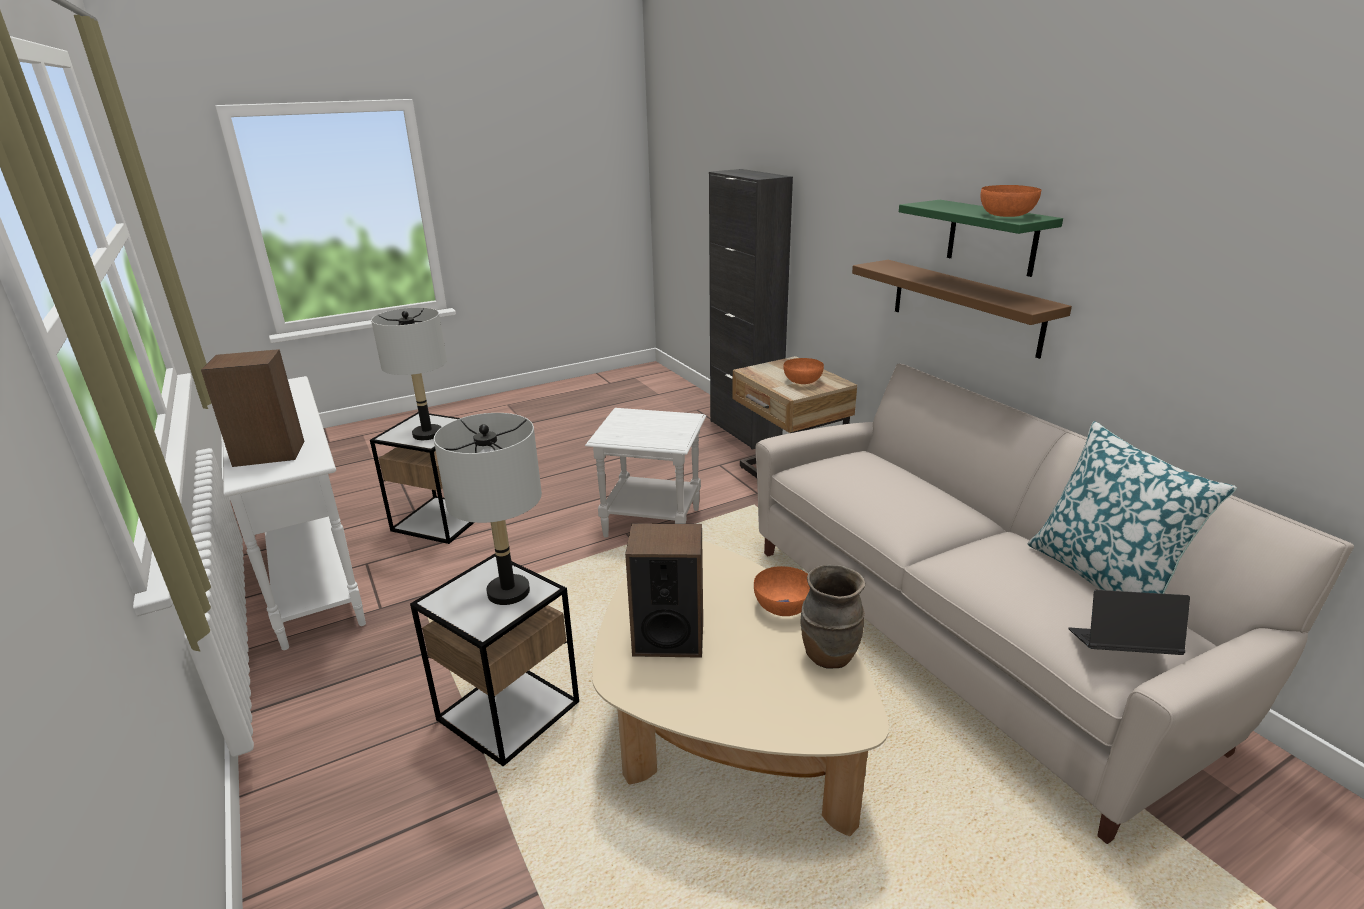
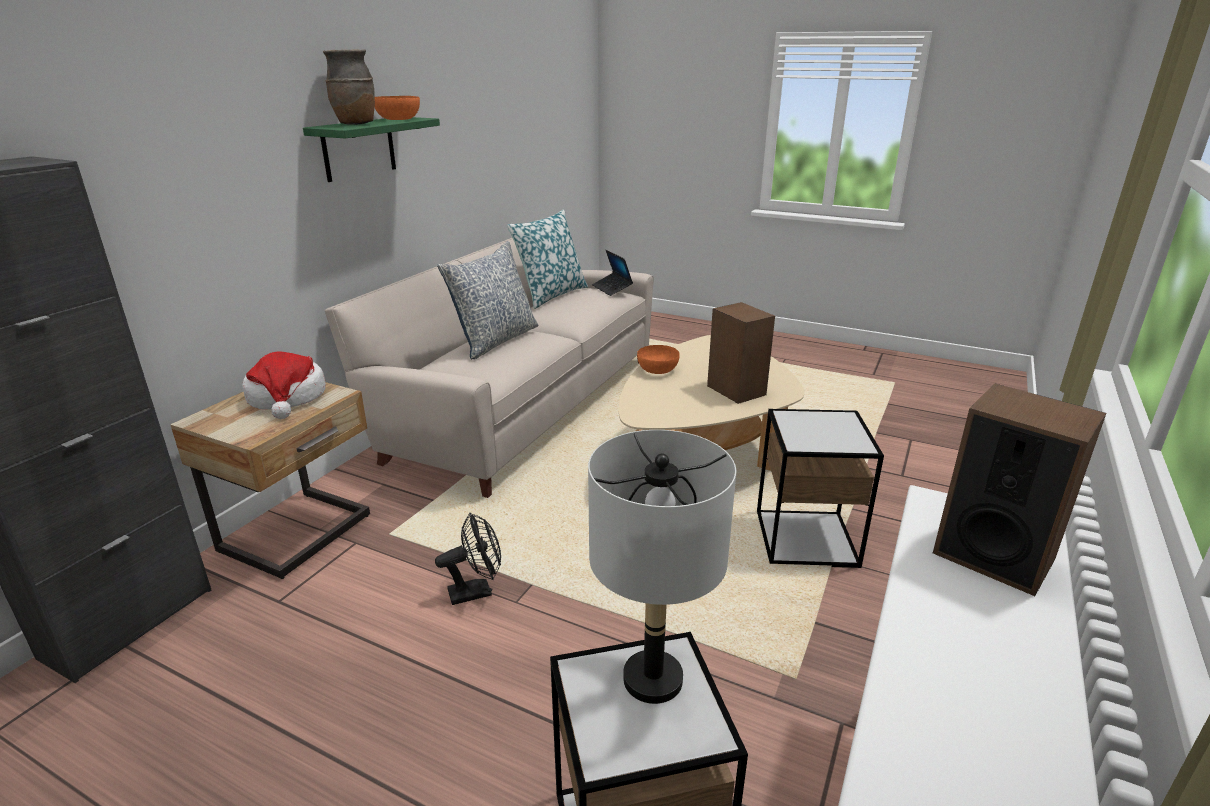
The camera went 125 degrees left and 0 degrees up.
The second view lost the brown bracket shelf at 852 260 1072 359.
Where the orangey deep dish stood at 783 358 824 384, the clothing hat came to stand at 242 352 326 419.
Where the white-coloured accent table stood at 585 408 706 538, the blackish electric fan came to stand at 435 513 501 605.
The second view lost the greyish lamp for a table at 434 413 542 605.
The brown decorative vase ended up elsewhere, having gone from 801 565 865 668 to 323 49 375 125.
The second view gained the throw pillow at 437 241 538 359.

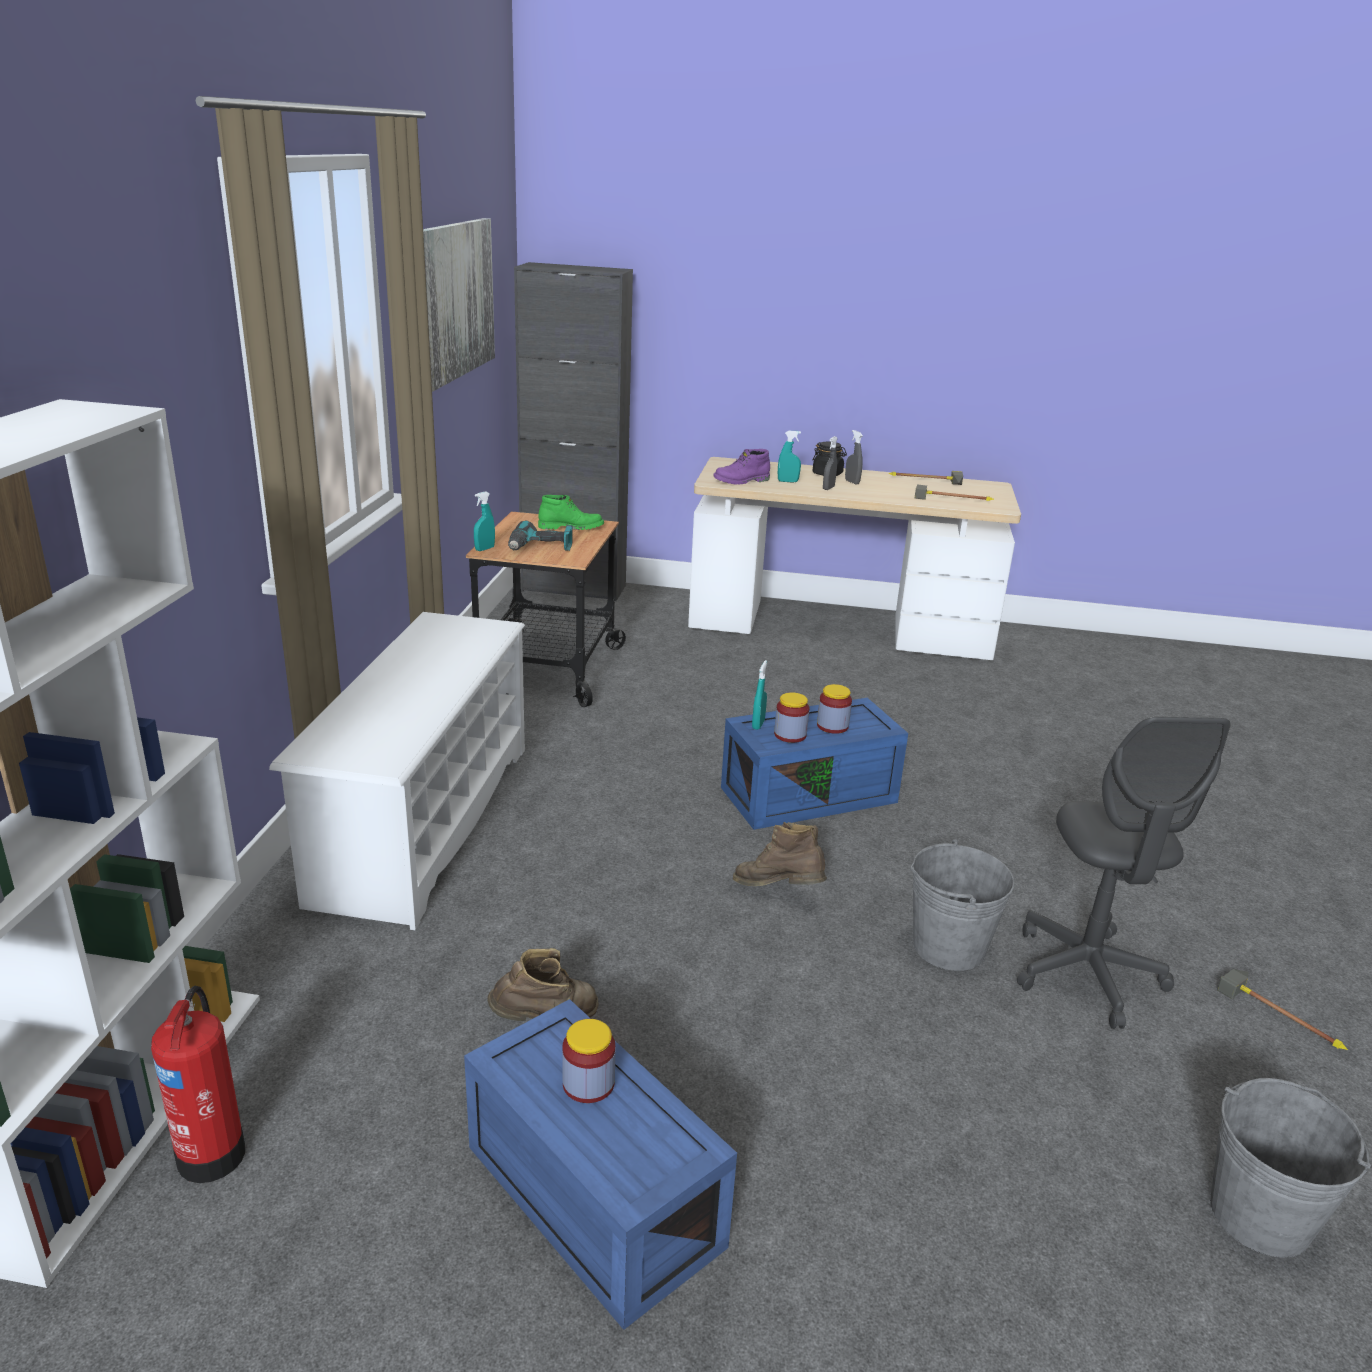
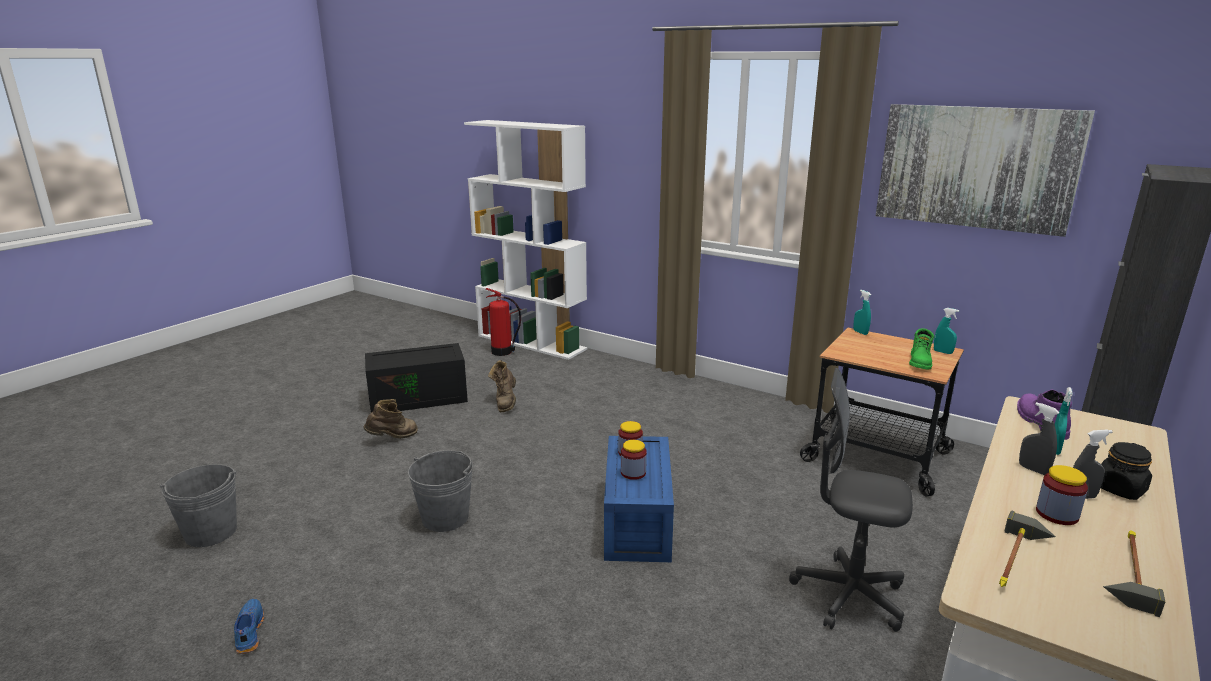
The camera went 115 degrees right and 5 degrees down.
The second view lost the drill at 508 520 573 551.
The second view lost the white-coloured shoe shelf at 269 612 525 931.
The turquoise-coloured sprayer ended up elsewhere, having gone from 752 660 767 730 to 934 308 959 354.
The greyish computer chair ended up elsewhere, having gone from 1017 717 1231 1029 to 789 368 913 632.
The brown tall boot ended up elsewhere, having gone from 733 822 827 886 to 363 399 418 439.
Where the hammer stood at 1217 969 1348 1050, the blue-coloured item of footwear came to stand at 234 599 264 654.
What was the blue-coloured storage container at 464 999 737 1330 turned into the blackish storage container at 365 343 468 413.
The storage jar ended up elsewhere, having gone from 562 1019 616 1103 to 1036 465 1088 525.

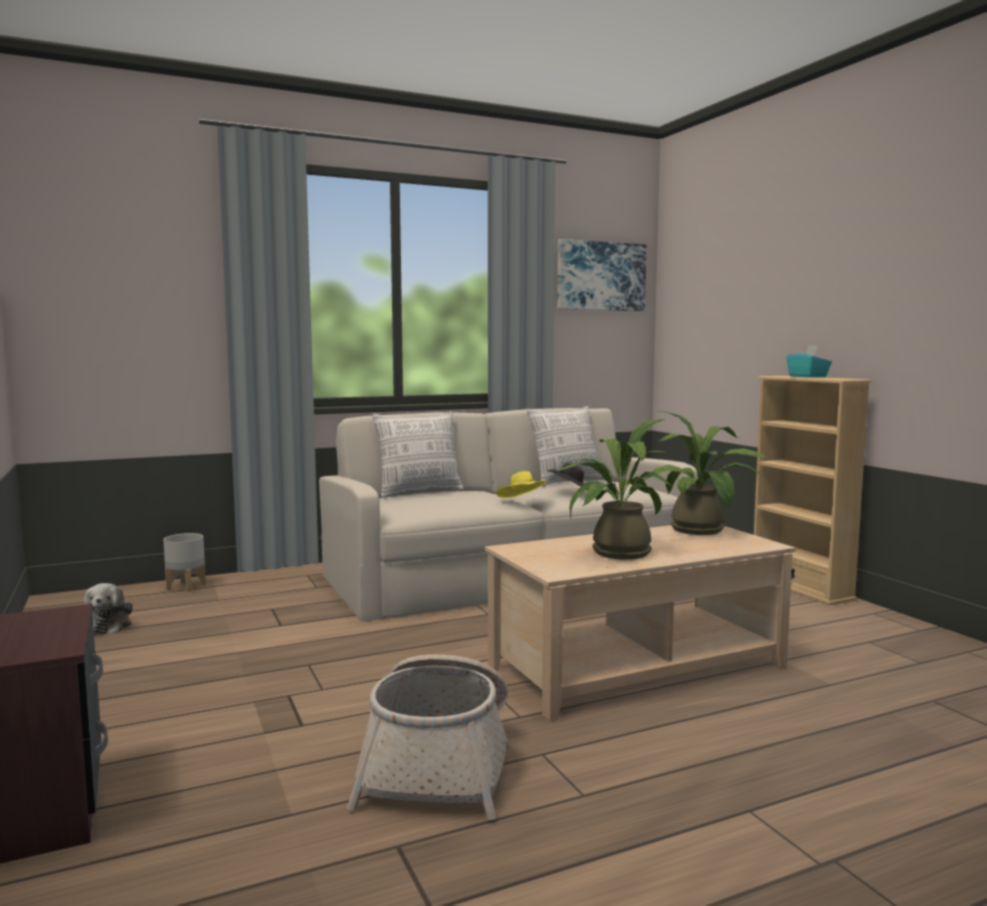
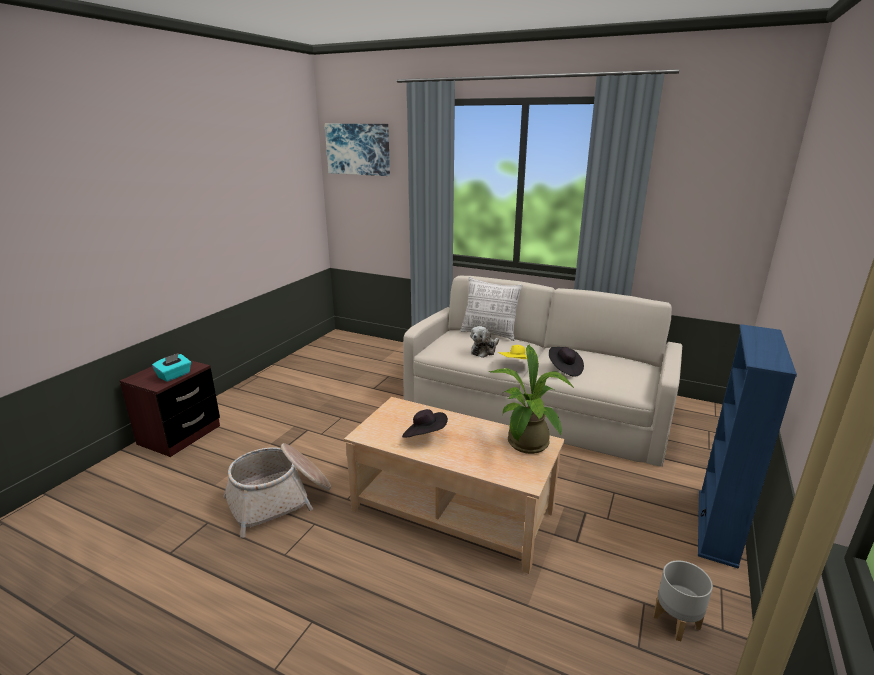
The camera went 50 degrees right and 15 degrees up.
The wall picture ended up elsewhere, having gone from 557 239 647 311 to 325 124 390 176.
The turquoise-coloured tissue holder ended up elsewhere, having gone from 786 345 832 378 to 152 353 191 382.
What was the beige-coloured shelving unit at 754 376 871 606 turned into the blue-coloured shelving unit at 698 324 797 569.
The second view lost the throw pillow at 527 406 603 487.
Where the houseplant stood at 555 419 672 560, the blackish clothing hat came to stand at 402 409 448 438.
The greyish planter ended up elsewhere, having gone from 163 533 206 592 to 653 560 713 641.
The plush toy ended up elsewhere, having gone from 84 583 133 635 to 470 326 499 358.

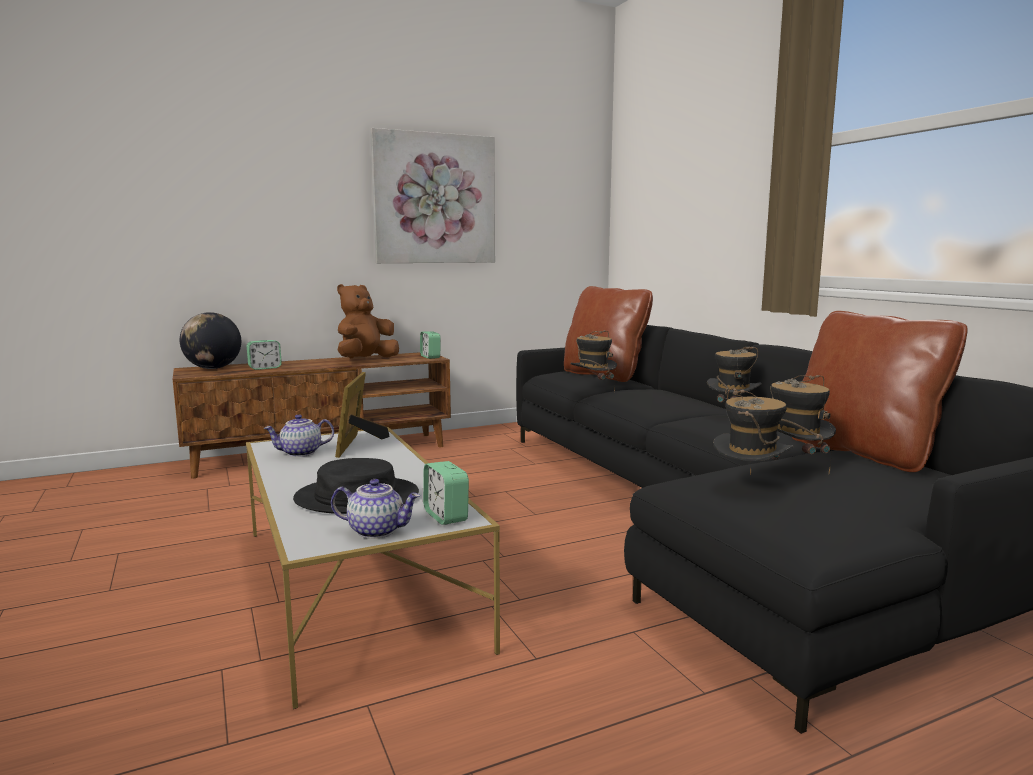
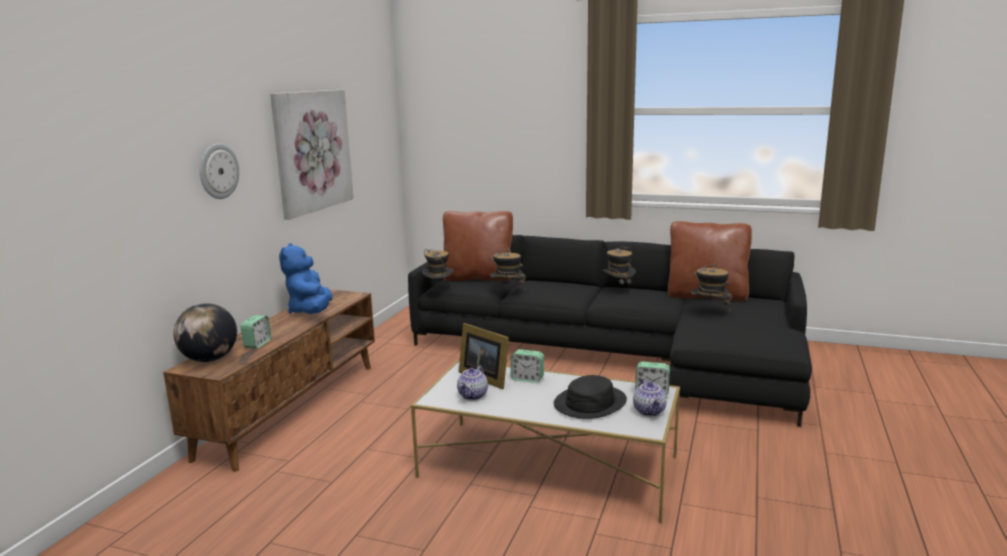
The camera went 45 degrees left and 5 degrees up.
What was the brown plush toy at 337 284 399 358 turned into the blue-coloured plush toy at 279 243 333 314.
The table clock ended up elsewhere, having gone from 420 331 441 359 to 511 349 544 383.
The clothing hat ended up elsewhere, having gone from 713 388 794 476 to 422 249 453 284.
The teapot at 331 479 420 539 ended up facing another way, 120 degrees clockwise from before.
The second view gained the hanging clock at 200 143 239 199.

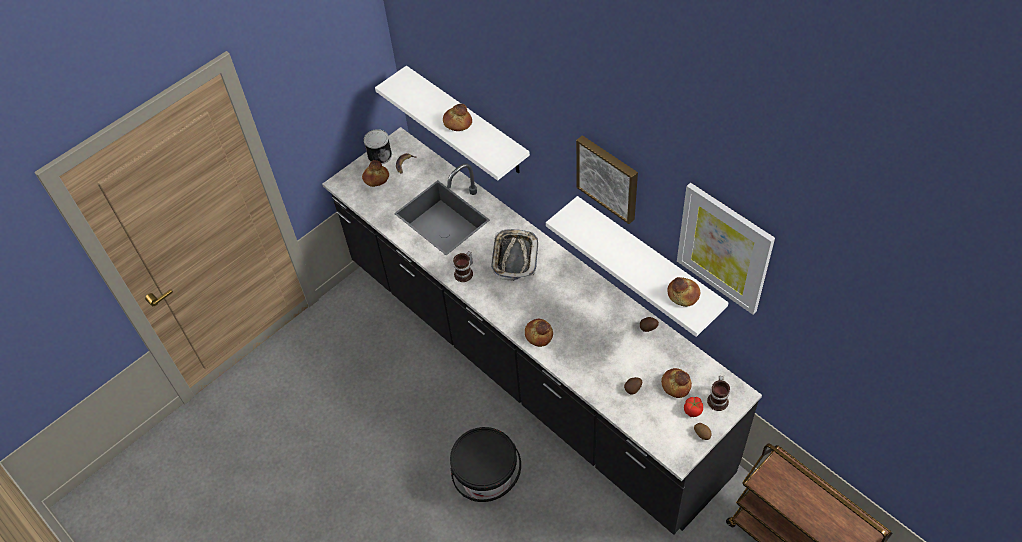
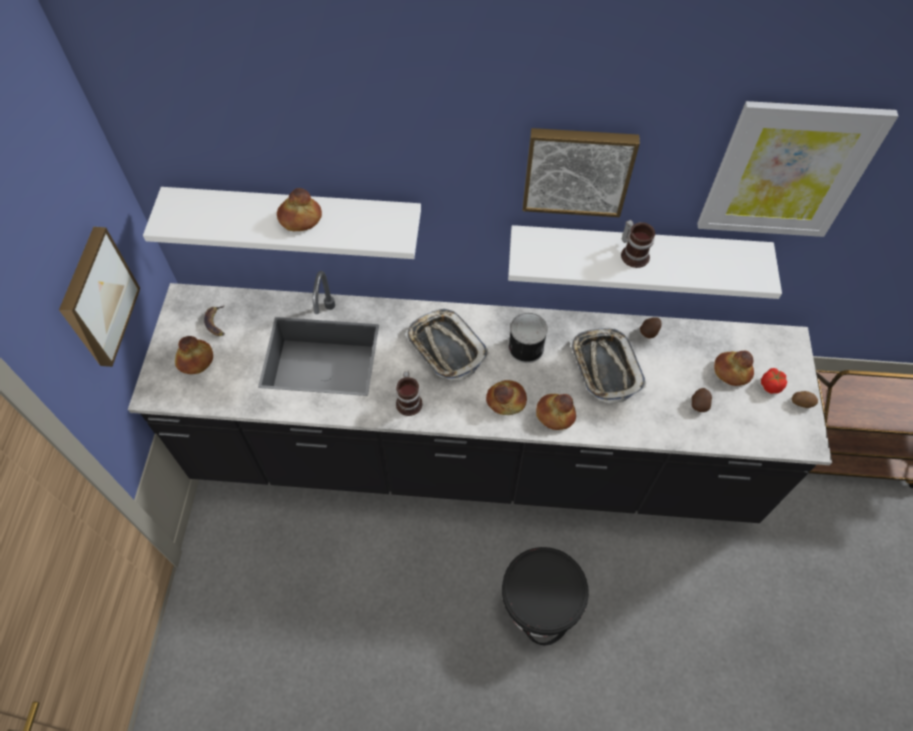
The camera went 45 degrees left and 5 degrees up.
The metal can ended up elsewhere, having gone from 363 129 392 164 to 508 313 548 363.
The bread ended up elsewhere, having gone from 667 277 700 307 to 486 380 527 415.
The mug ended up elsewhere, having gone from 707 376 730 411 to 621 220 655 268.
The second view gained the wall picture at 59 227 140 367.
The second view gained the carrying tray at 570 328 646 404.

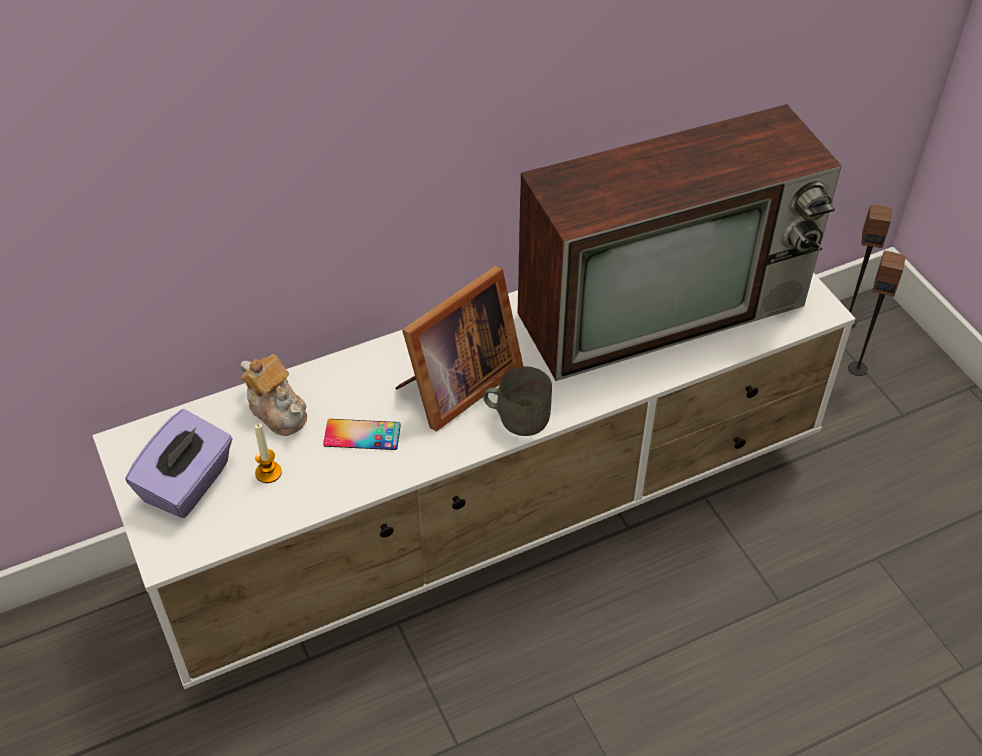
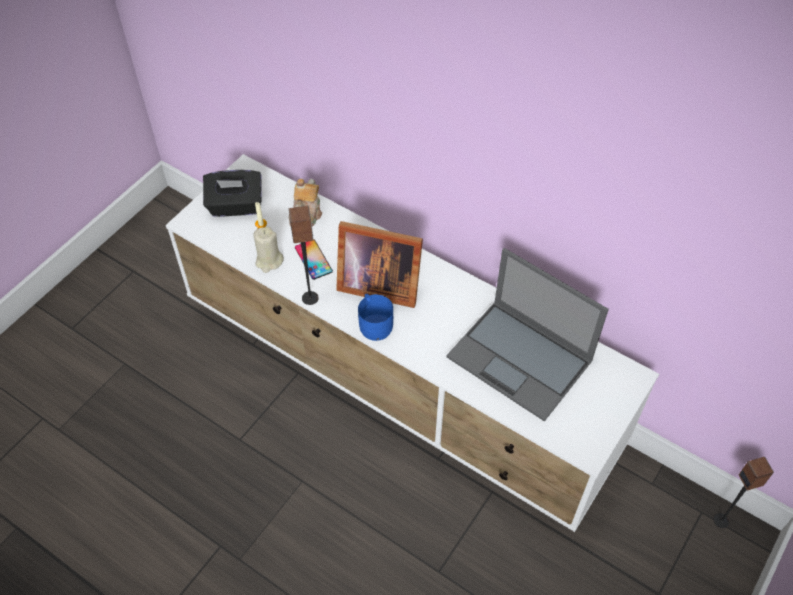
The camera went 60 degrees right and 5 degrees up.
Where the television stood at 518 104 842 381, the portable computer came to stand at 446 248 609 422.
The audio speaker ended up elsewhere, having gone from 848 250 906 376 to 289 206 319 305.
What was the greyish mug at 483 366 552 436 turned into the blue-coloured mug at 358 294 393 341.
What was the purple tissue holder at 125 409 232 518 turned into the blackish tissue holder at 203 170 261 217.
The second view gained the beige-coloured candle at 254 227 284 273.

